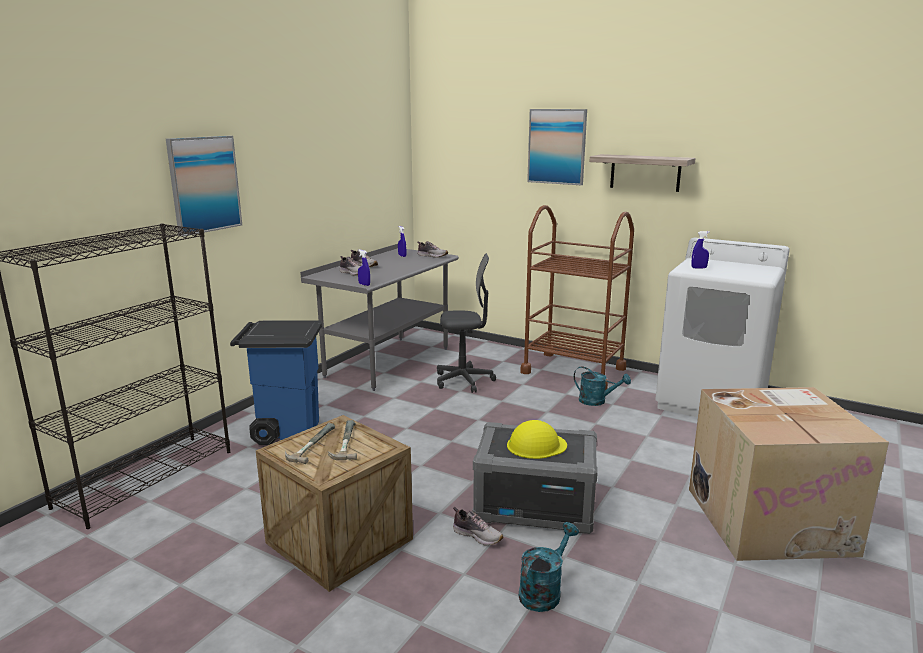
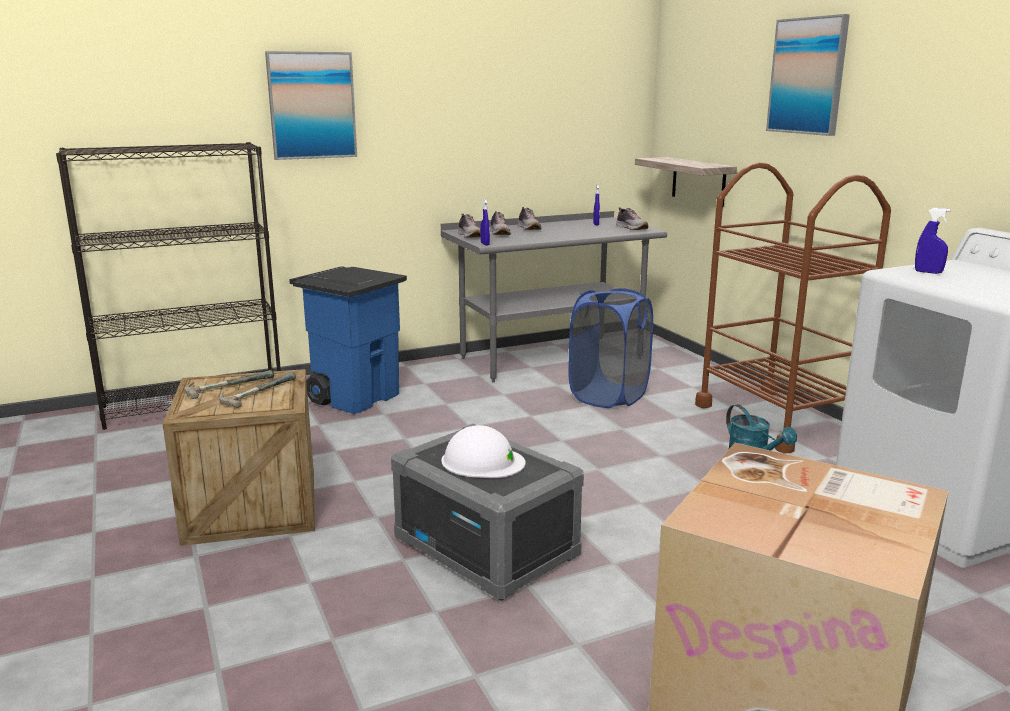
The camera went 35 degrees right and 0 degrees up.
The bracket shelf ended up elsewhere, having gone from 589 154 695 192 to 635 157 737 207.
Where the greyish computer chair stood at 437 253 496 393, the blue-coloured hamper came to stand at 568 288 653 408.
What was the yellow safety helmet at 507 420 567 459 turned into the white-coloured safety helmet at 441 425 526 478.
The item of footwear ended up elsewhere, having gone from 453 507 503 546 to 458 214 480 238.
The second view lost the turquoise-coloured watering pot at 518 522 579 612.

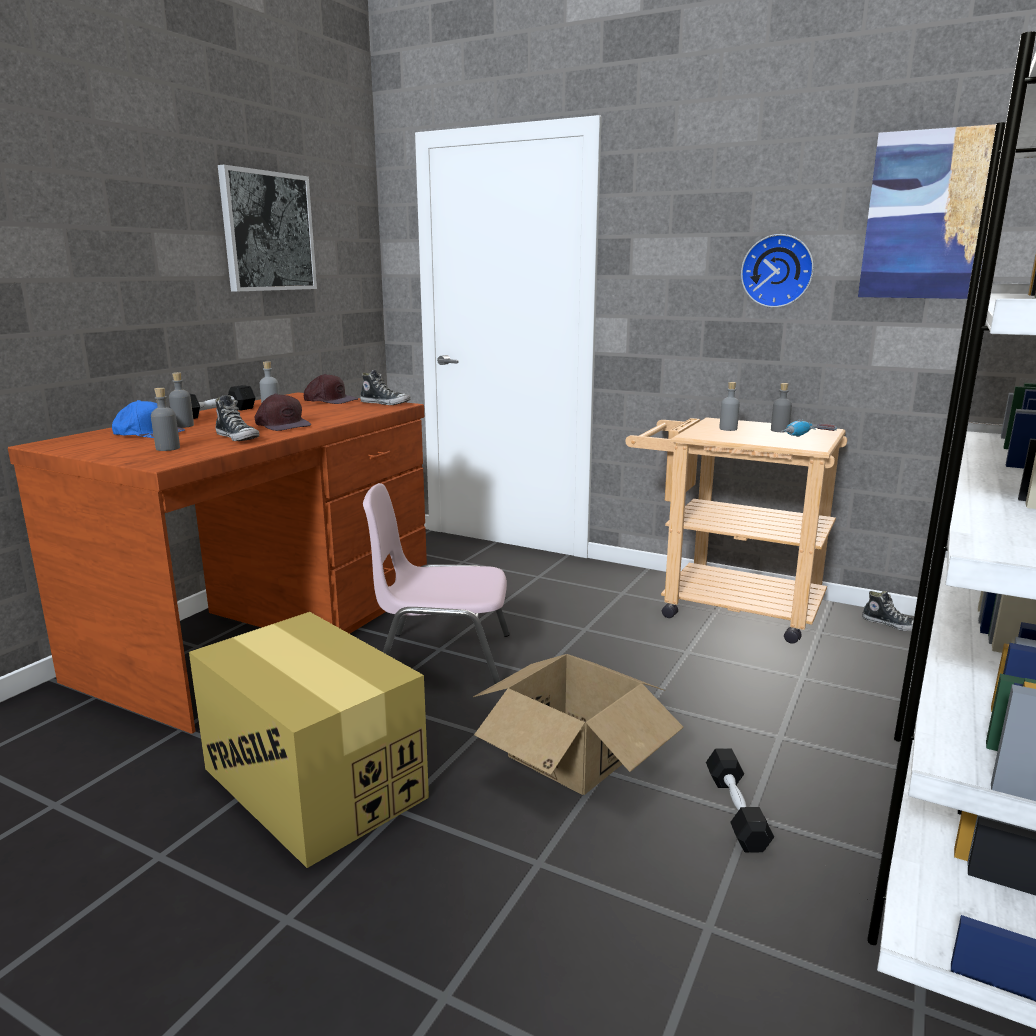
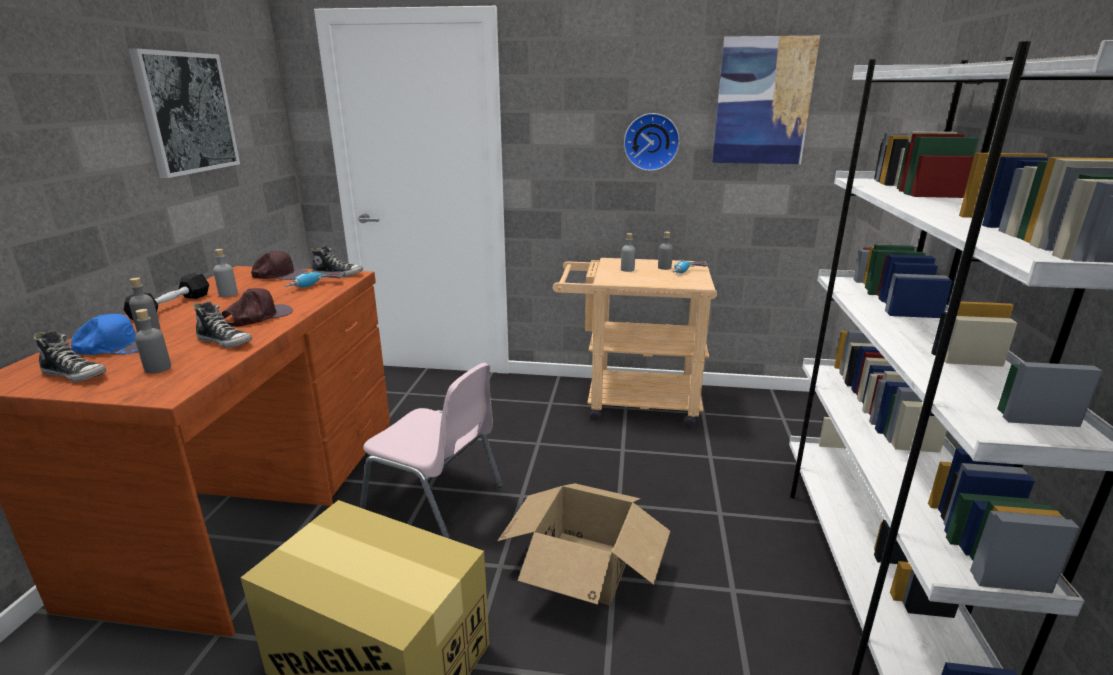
The camera went 20 degrees left and 5 degrees up.
The brown baseball cap at 255 394 311 431 ended up facing another way, 75 degrees counterclockwise from before.
The pinkish upright chair at 363 483 510 685 ended up facing another way, 135 degrees counterclockwise from before.
The item of footwear ended up elsewhere, having gone from 862 591 921 631 to 33 330 106 383.
The second view lost the blackish dumbbell at 706 748 774 852.
The second view gained the drill at 285 271 344 287.

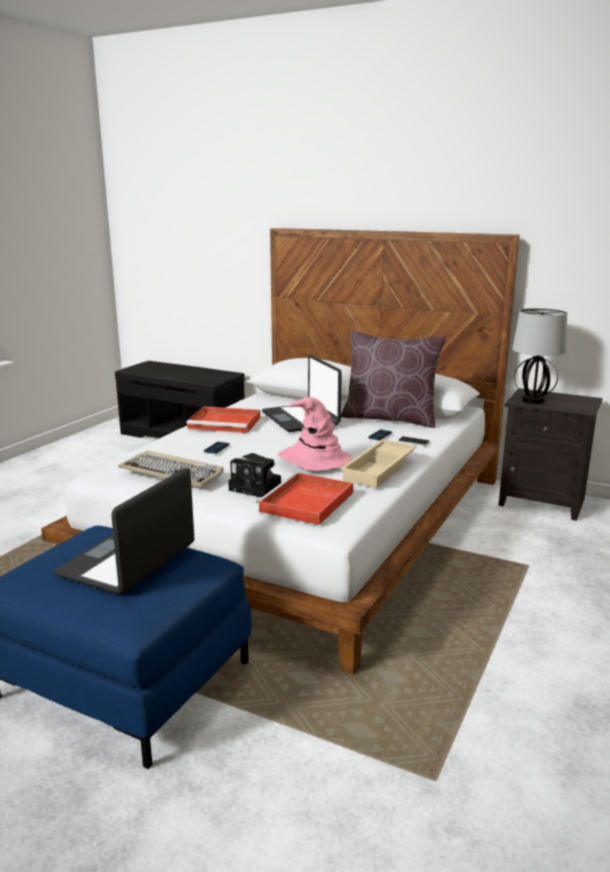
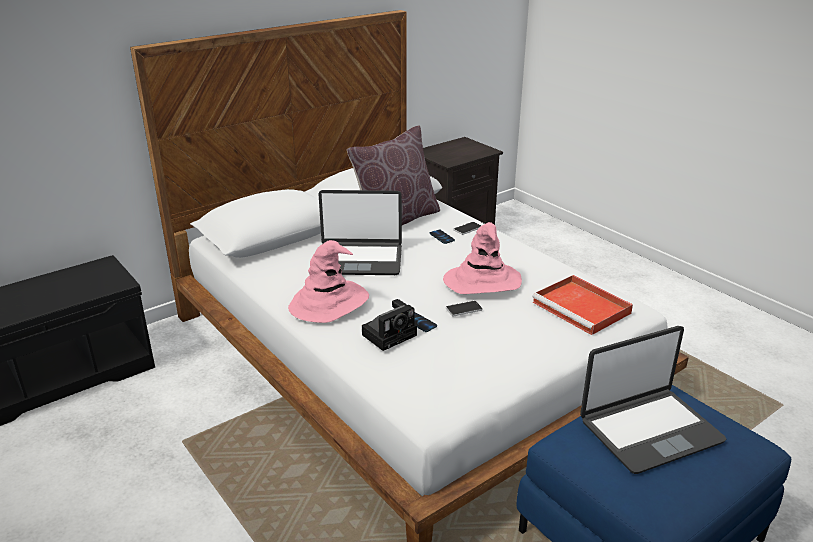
The camera went 65 degrees left and 10 degrees up.
The second view lost the lamp for a table at 512 308 567 404.
Where the red-coloured carrying tray stood at 187 406 261 433, the pinkish clothing hat came to stand at 288 240 369 323.
The second view lost the beige-coloured carrying tray at 340 440 417 488.
The second view lost the keyboard at 118 451 224 487.
The photo camera ended up elsewhere, having gone from 228 458 281 497 to 362 299 417 351.
The portable computer at 54 468 194 595 ended up facing another way, 75 degrees counterclockwise from before.

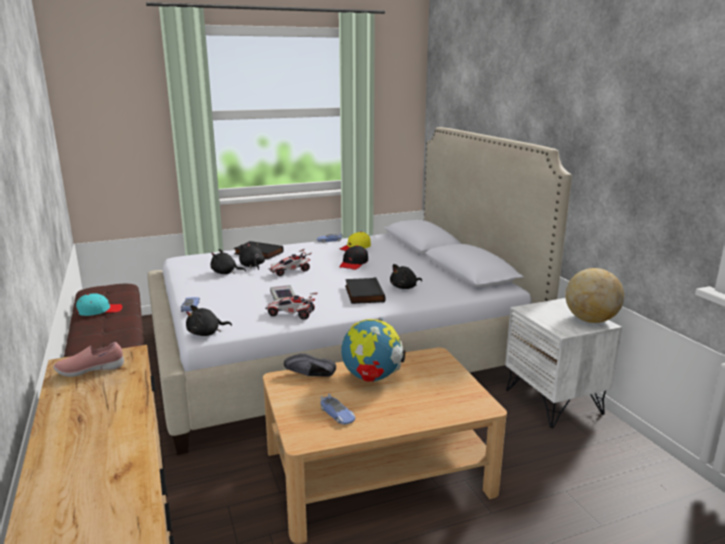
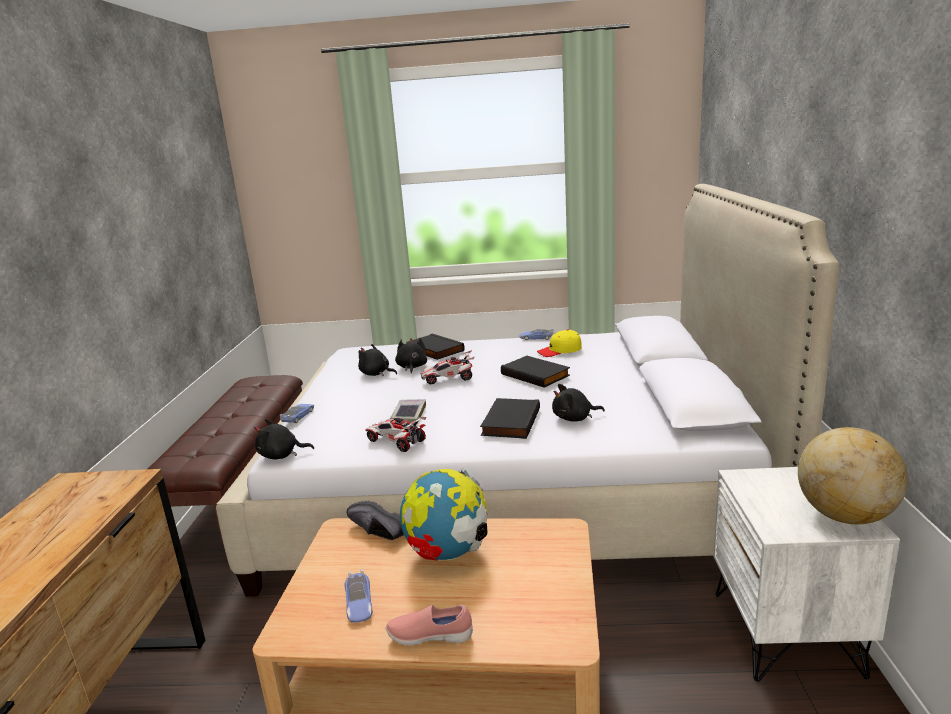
The camera went 25 degrees right and 0 degrees up.
Where the blackish baseball cap stood at 340 245 368 270, the blackish volume came to stand at 501 356 570 388.
The second view lost the turquoise-coloured baseball cap at 76 293 123 316.
The pinkish item of footwear ended up elsewhere, having gone from 53 342 124 377 to 385 605 473 646.

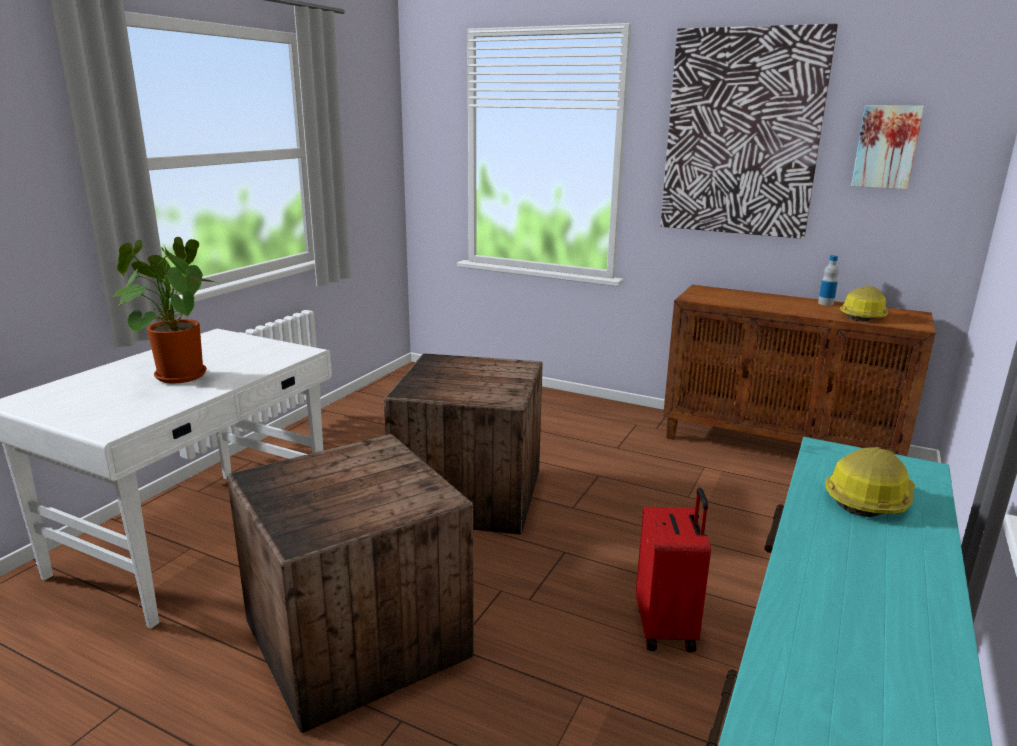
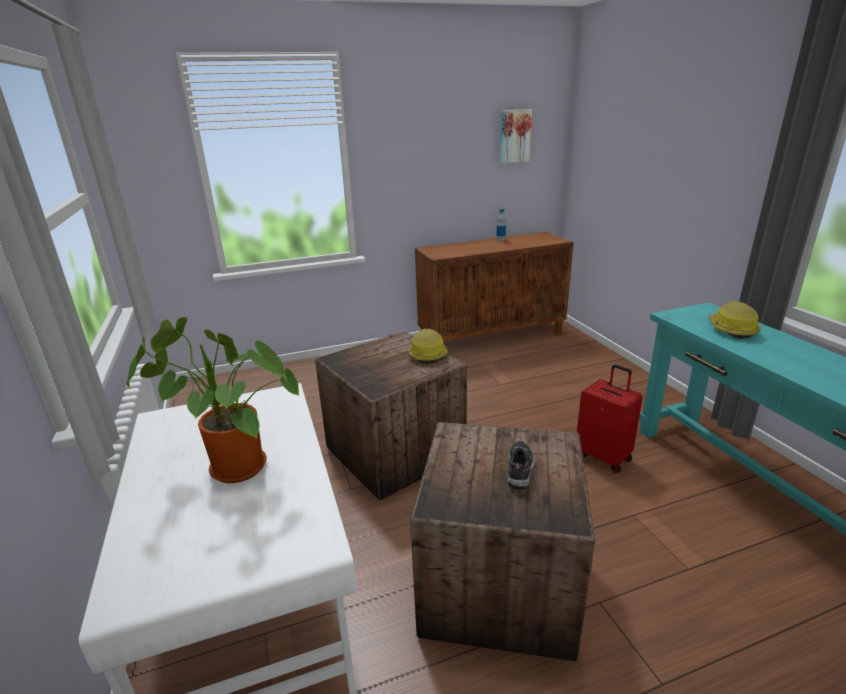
The camera went 45 degrees left and 5 degrees up.
The second view lost the wall picture at 660 24 838 239.
The safety helmet ended up elsewhere, having gone from 840 286 888 321 to 409 328 448 364.
The second view gained the item of footwear at 508 441 534 490.

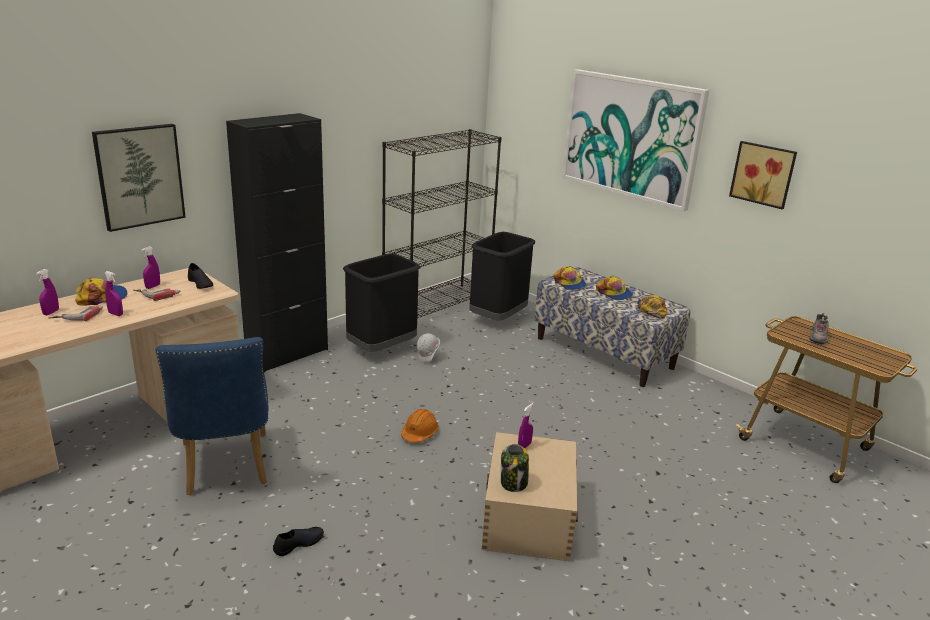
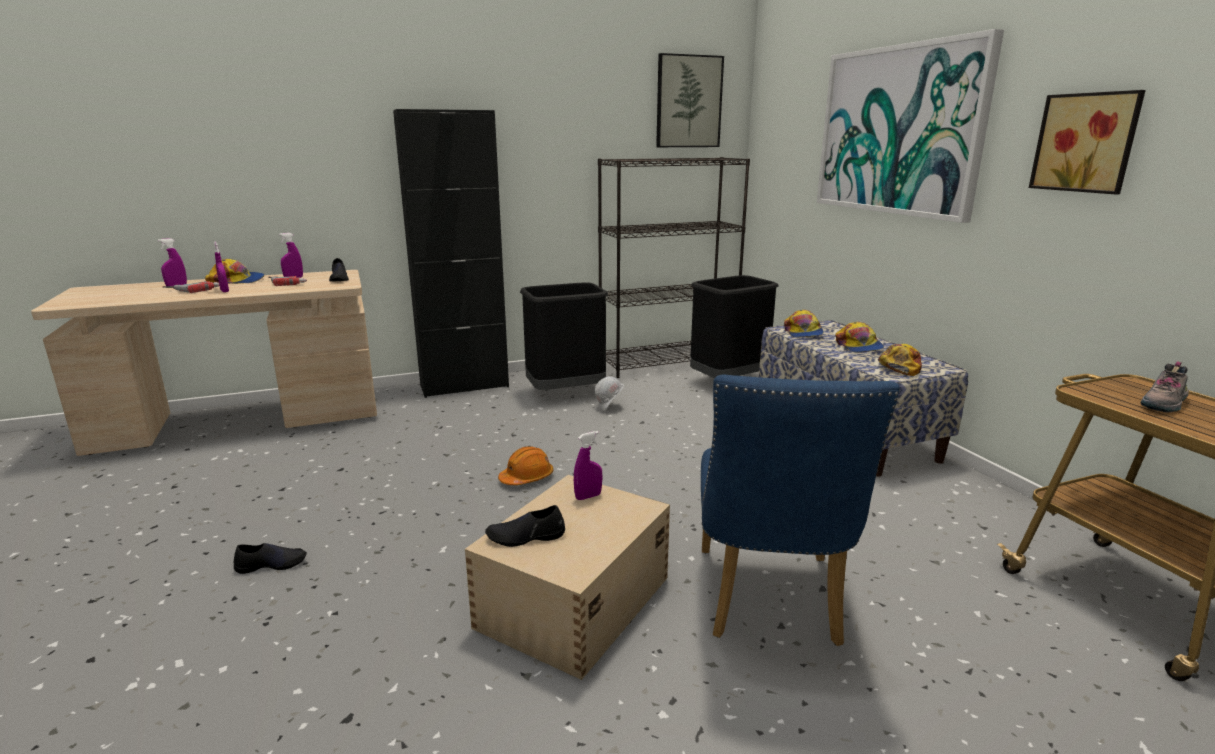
The camera went 25 degrees right and 5 degrees down.
The wall picture ended up elsewhere, having gone from 92 124 186 232 to 656 53 724 147.
The blue-coloured upright chair ended up elsewhere, having gone from 156 337 269 495 to 701 374 900 646.
Where the storage jar stood at 501 444 529 492, the blackish item of footwear came to stand at 485 505 565 547.

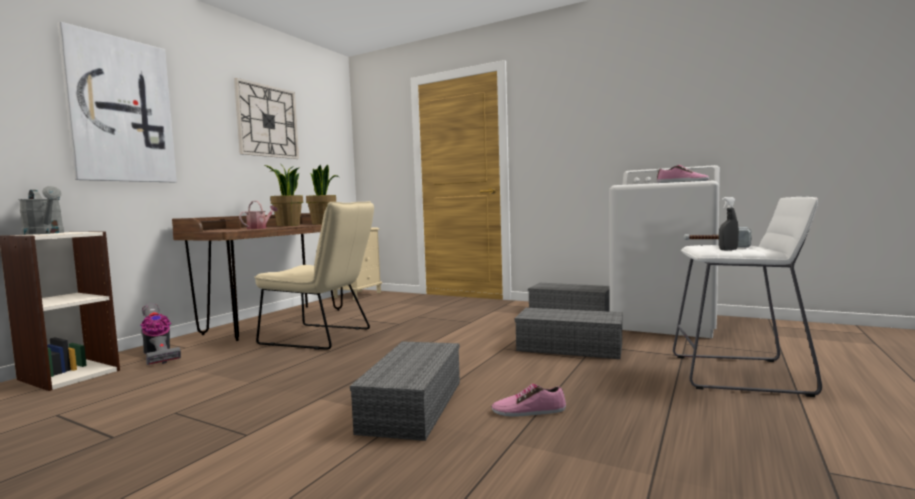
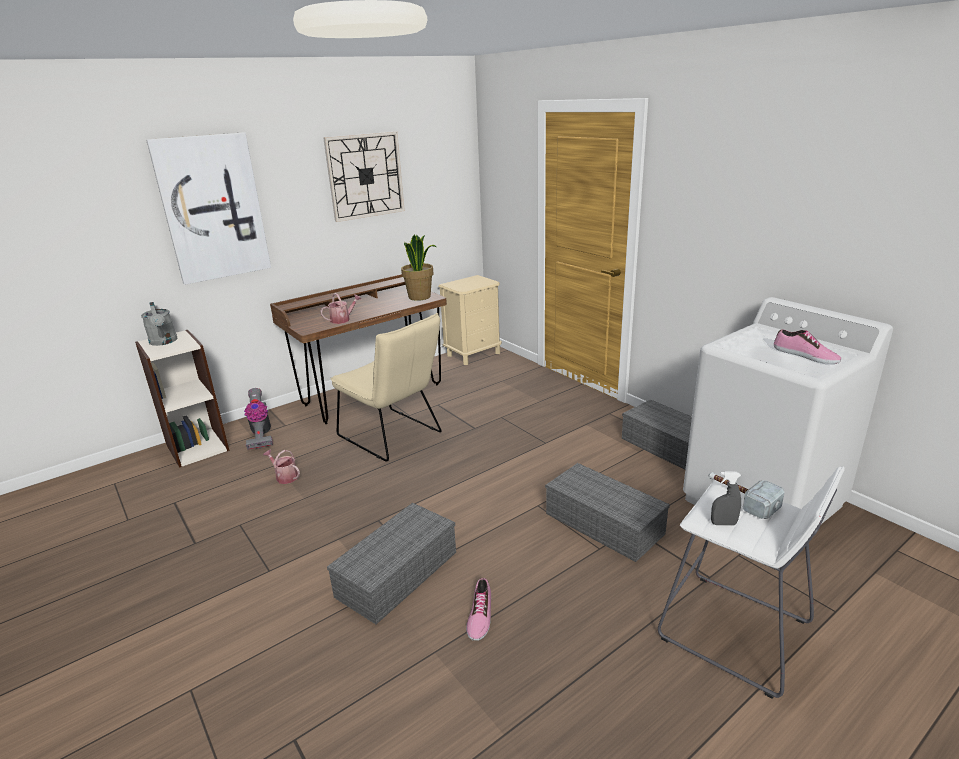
The camera went 25 degrees right and 20 degrees up.
The second view lost the houseplant at 264 164 303 226.
The item of footwear at 491 384 566 417 ended up facing another way, 105 degrees counterclockwise from before.
The second view gained the watering pot at 263 449 300 484.

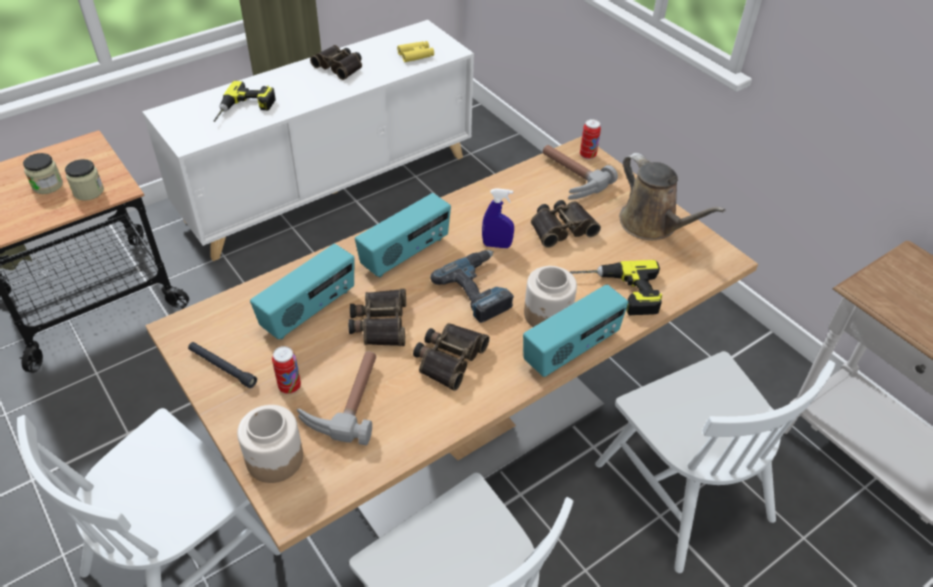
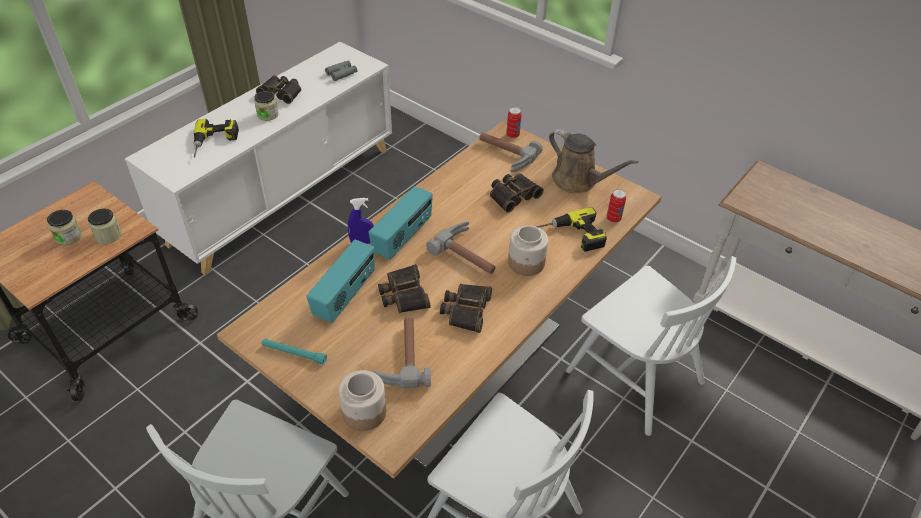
The camera went 15 degrees left and 0 degrees up.
What was the yellow pair of binoculars at 397 41 434 62 turned into the greyish pair of binoculars at 325 60 357 81.
The blue-coloured sprayer ended up elsewhere, having gone from 482 188 514 248 to 348 198 374 244.
Where the drill stood at 430 250 514 323, the hammer came to stand at 426 221 496 274.
The second view lost the radio receiver at 523 284 628 377.
What was the blackish torch at 188 342 257 388 turned into the turquoise-coloured torch at 262 339 327 365.
The metal can ended up elsewhere, having gone from 272 346 301 394 to 607 189 626 223.
The second view gained the storage jar at 254 91 279 121.

